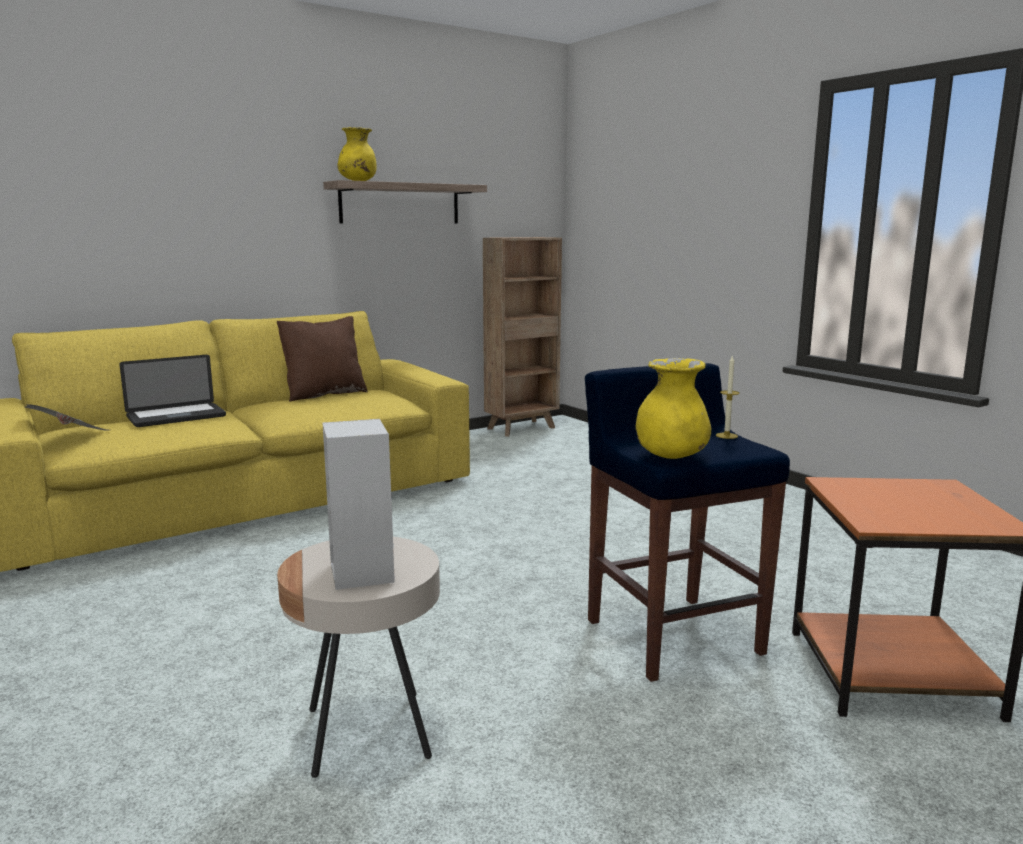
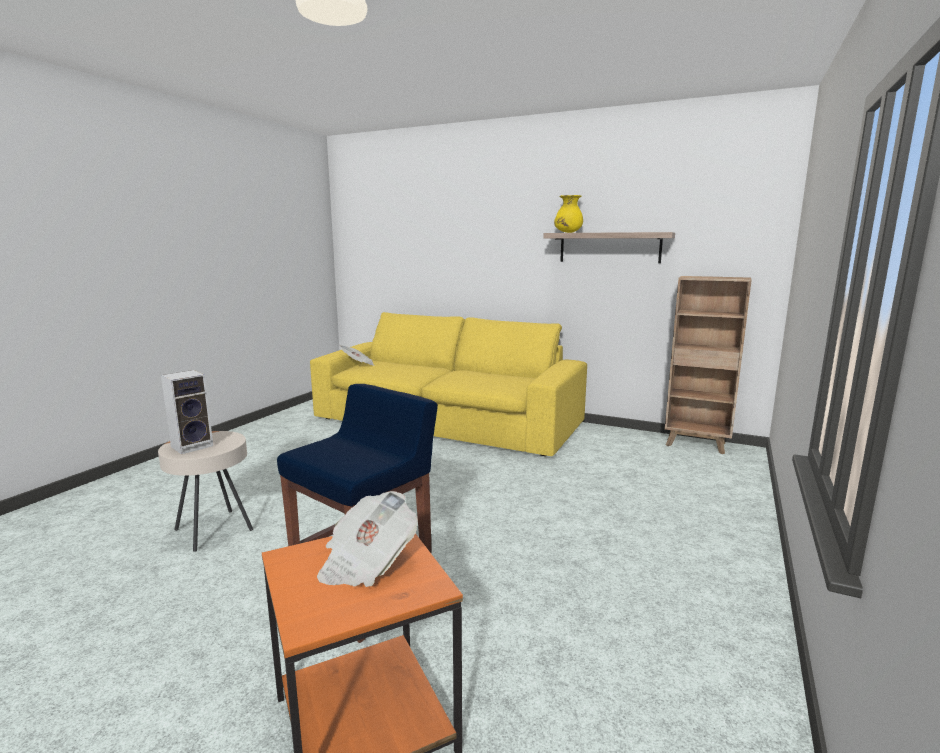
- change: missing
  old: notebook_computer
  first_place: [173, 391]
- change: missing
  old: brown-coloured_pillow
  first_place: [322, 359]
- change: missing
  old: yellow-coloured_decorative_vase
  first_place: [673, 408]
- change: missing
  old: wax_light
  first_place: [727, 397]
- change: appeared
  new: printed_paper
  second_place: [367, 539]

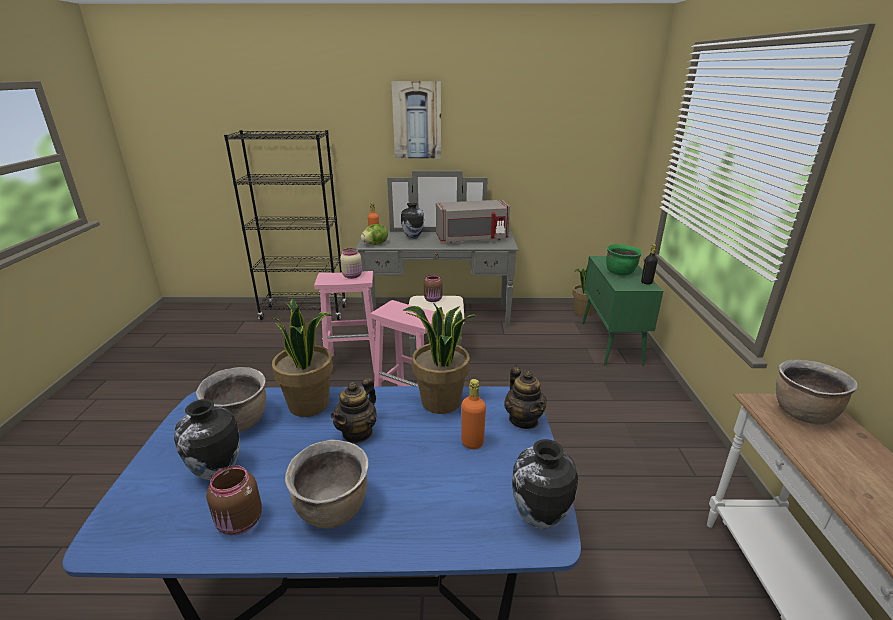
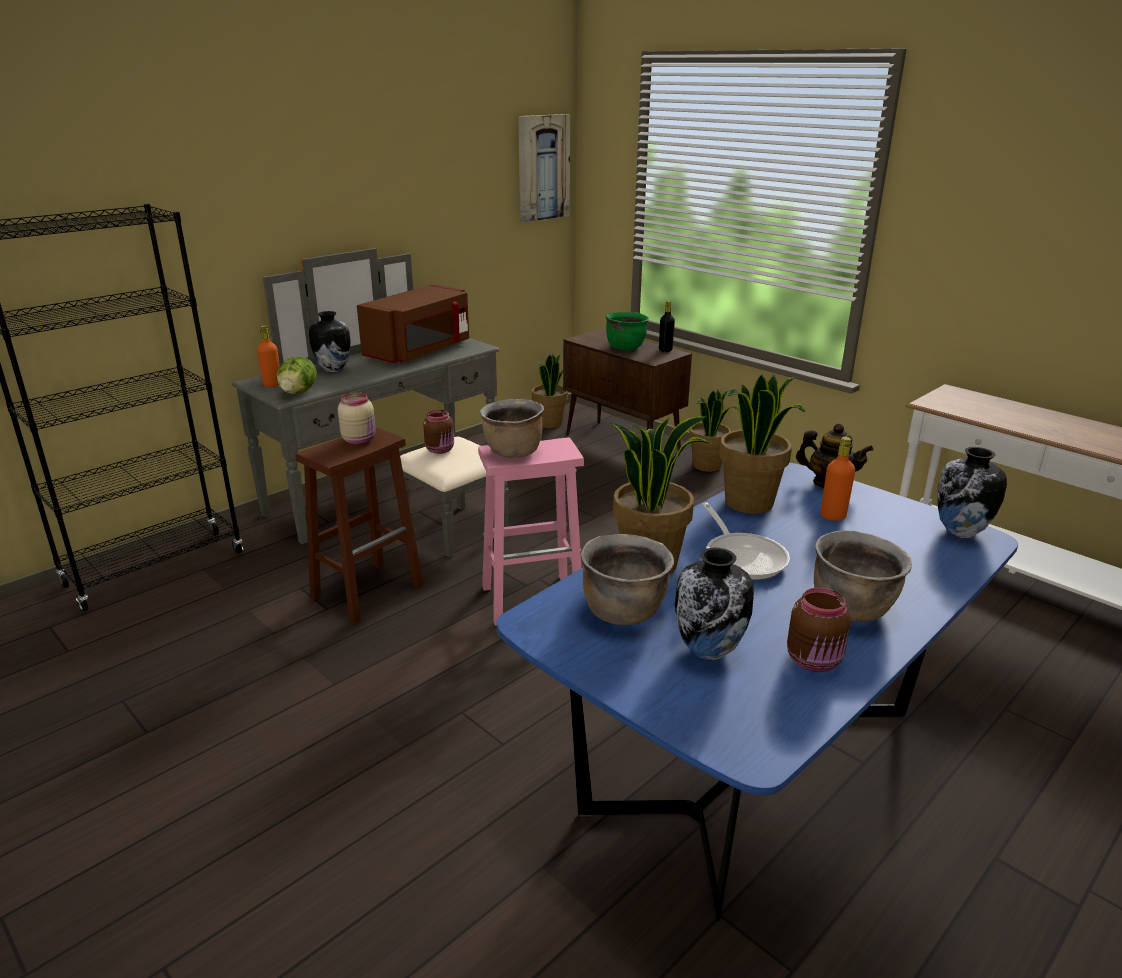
- change: colour
  old: pink-coloured_stool
  new: brown-coloured_stool
  first_place: [345, 322]
  second_place: [359, 525]
- change: exchanged
  old: teapot
  new: pan
  first_place: [353, 410]
  second_place: [746, 541]
- change: relocated
  old: wall_picture
  first_place: [416, 120]
  second_place: [544, 168]
- change: colour
  old: gray_kitchen_microwave
  new: brown-coloured_kitchen_microwave
  first_place: [473, 221]
  second_place: [413, 323]
- change: colour
  old: green_cupboard
  new: brown-coloured_cupboard
  first_place: [622, 311]
  second_place: [627, 390]
- change: relocated
  old: brown-coloured_stockpot
  first_place: [817, 392]
  second_place: [512, 428]
- change: appeared
  new: potted_plant
  second_place: [714, 430]

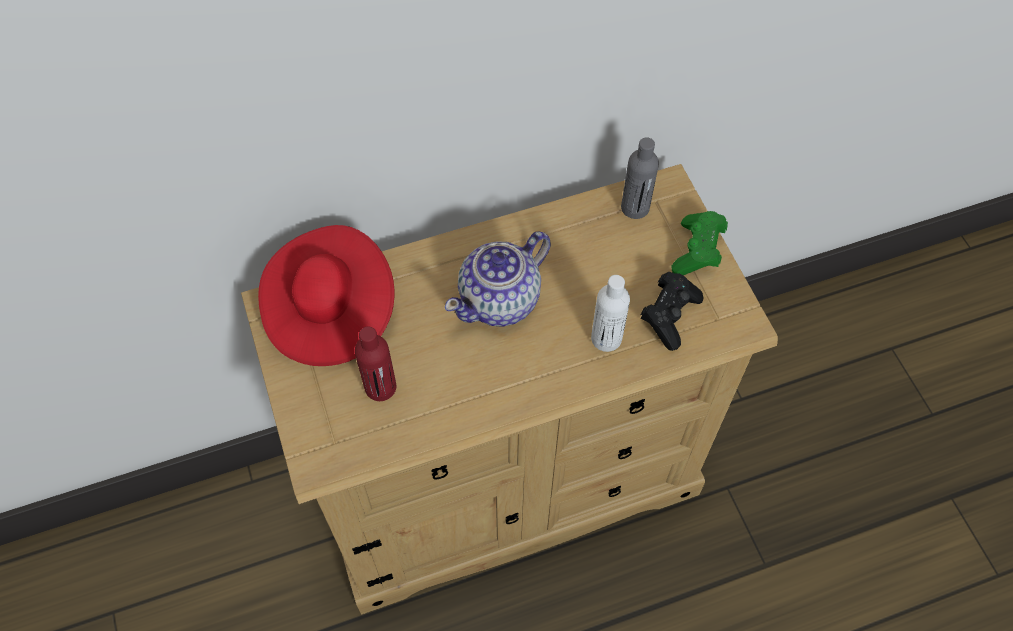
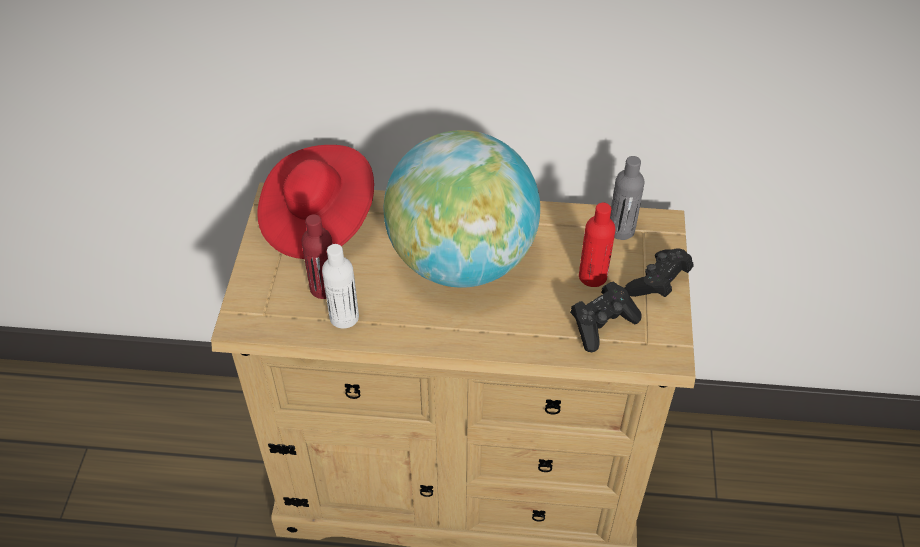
- change: exchanged
  old: teapot
  new: desk_globe
  first_place: [498, 279]
  second_place: [461, 209]
- change: relocated
  old: whitish_bottle
  first_place: [610, 313]
  second_place: [340, 286]
- change: colour
  old: green_gamepad
  new: blackish_gamepad
  first_place: [699, 243]
  second_place: [659, 272]
- change: appeared
  new: red_bottle
  second_place: [597, 245]

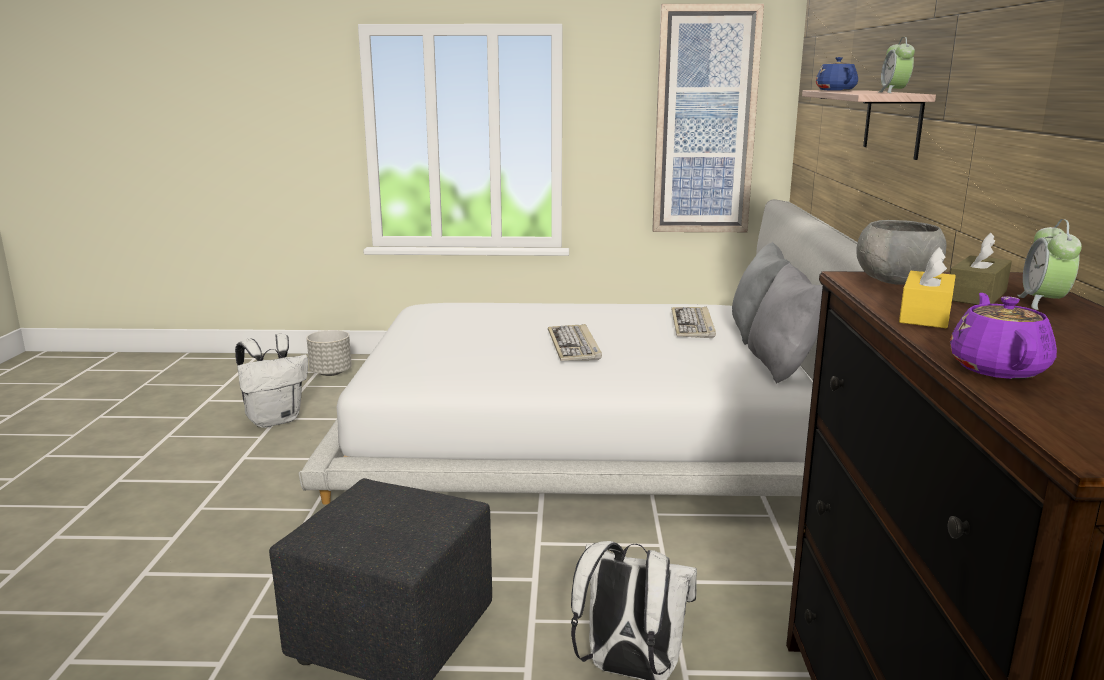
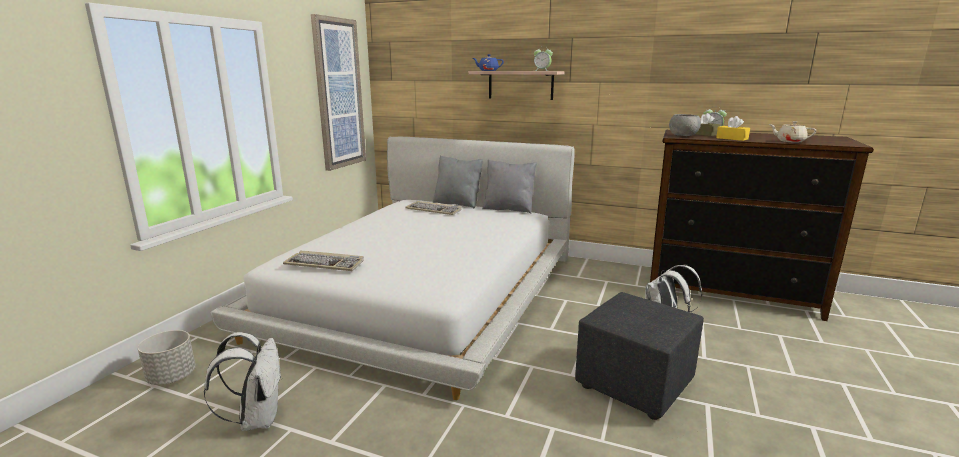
- change: relocated
  old: keyboard
  first_place: [575, 342]
  second_place: [323, 261]
- change: colour
  old: purple_teapot
  new: beige-coloured_teapot
  first_place: [1003, 336]
  second_place: [792, 132]

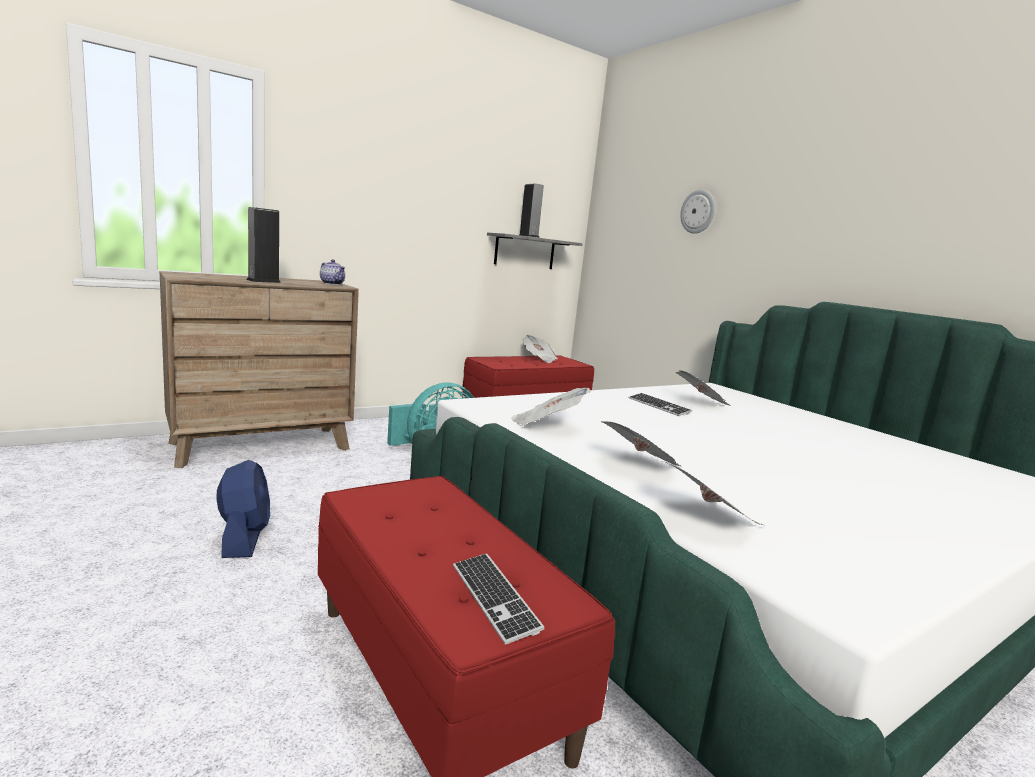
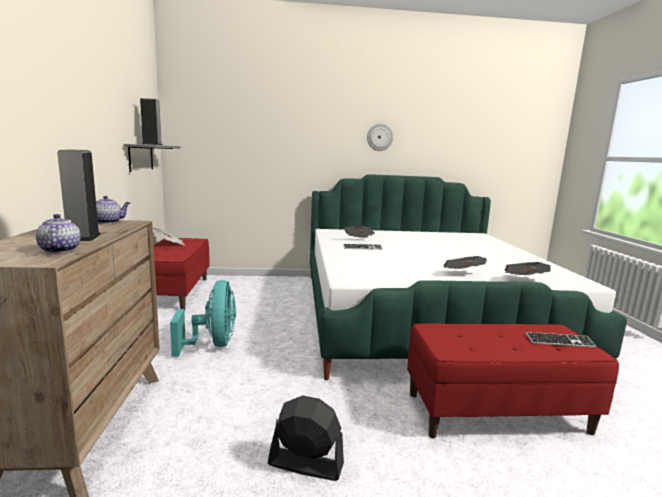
- change: colour
  old: blue-coloured_cooling_fan
  new: blackish_cooling_fan
  first_place: [243, 509]
  second_place: [306, 438]
- change: missing
  old: printed_paper
  first_place: [551, 407]
- change: relocated
  old: hanging_clock
  first_place: [697, 212]
  second_place: [380, 137]
- change: appeared
  new: teapot
  second_place: [58, 233]

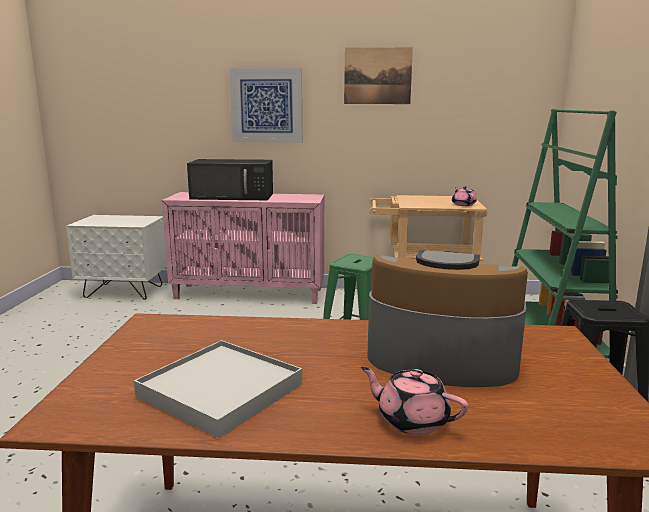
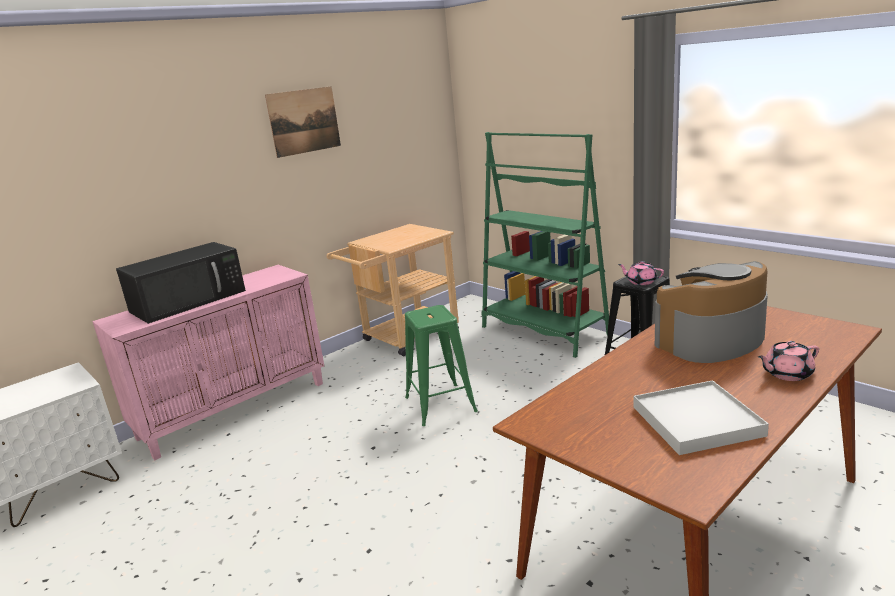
- change: missing
  old: wall_picture
  first_place: [266, 105]
- change: relocated
  old: pink-coloured_teapot
  first_place: [464, 196]
  second_place: [641, 273]

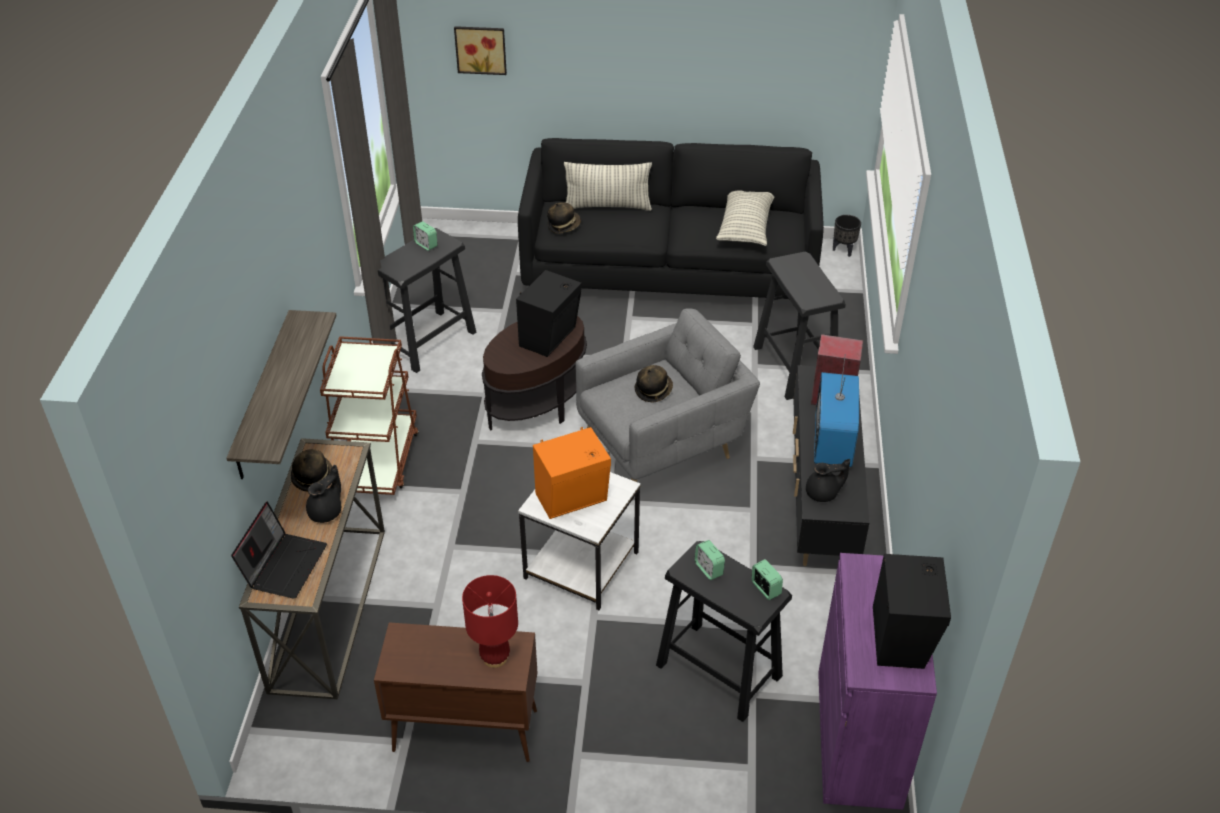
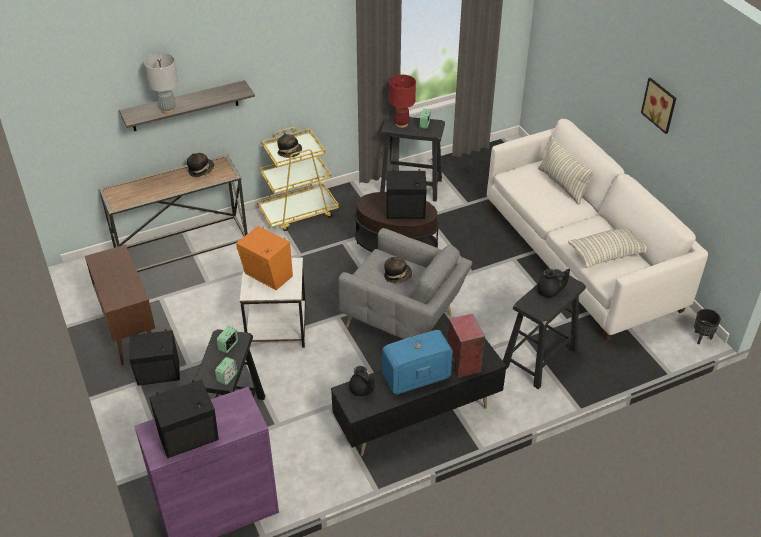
- change: missing
  old: notebook_computer
  first_place: [279, 550]
- change: relocated
  old: blackish_teapot
  first_place: [323, 494]
  second_place: [553, 283]
- change: colour
  old: brown-coloured_wheeled_cart
  new: yellow-coloured_wheeled_cart
  first_place: [369, 415]
  second_place: [298, 179]
- change: relocated
  old: wall_picture
  first_place: [480, 50]
  second_place: [658, 106]
- change: relocated
  old: red_lamp_for_a_table
  first_place: [490, 621]
  second_place: [402, 101]
- change: colour
  old: blackish_settee
  new: whitish_settee
  first_place: [671, 218]
  second_place: [597, 230]
- change: relocated
  old: wearable_hat
  first_place: [564, 218]
  second_place: [290, 145]
- change: appeared
  new: blackish_audio_speaker
  second_place: [154, 357]
- change: appeared
  new: gray_lamp_for_a_table
  second_place: [161, 83]

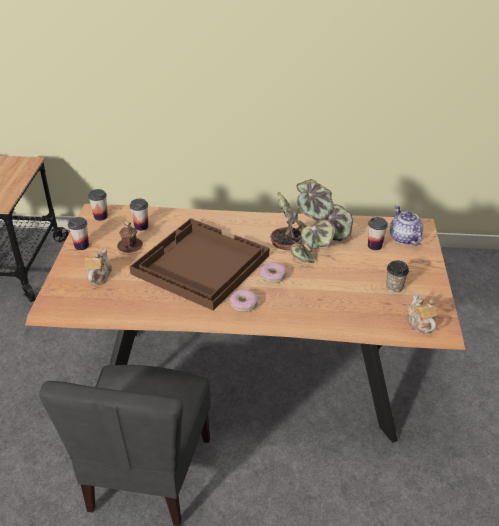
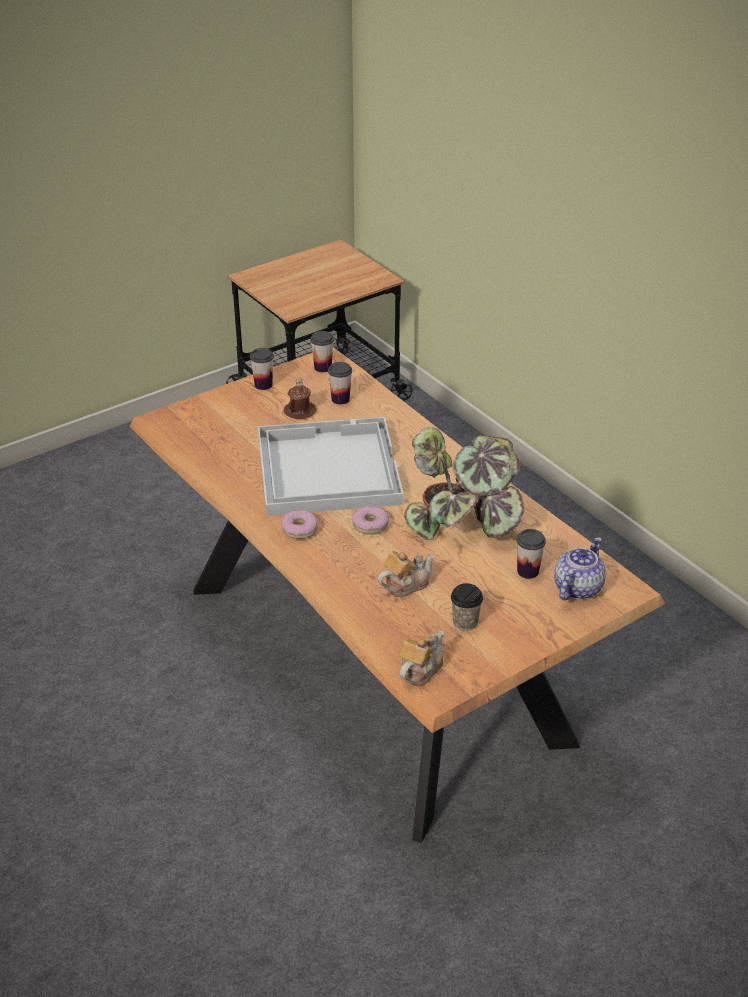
- change: missing
  old: gray_chair
  first_place: [125, 445]
- change: relocated
  old: teapot
  first_place: [98, 266]
  second_place: [406, 574]
- change: colour
  old: brown-coloured_carrying_tray
  new: whitish_carrying_tray
  first_place: [199, 264]
  second_place: [331, 466]

